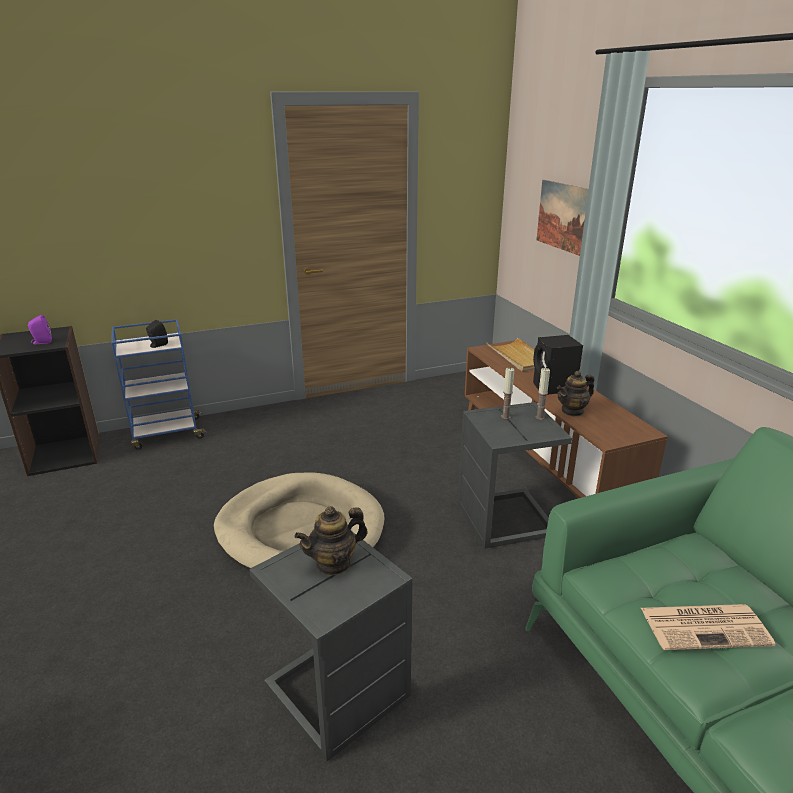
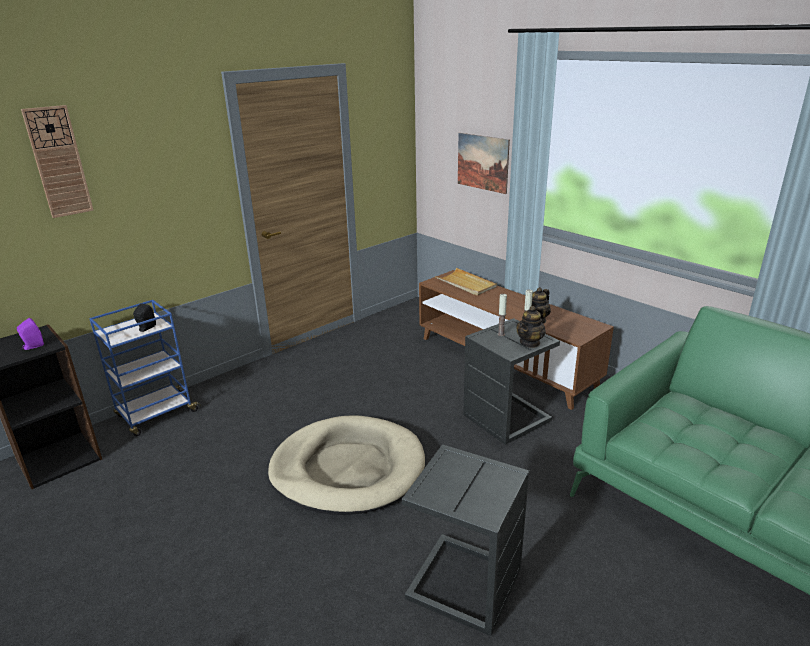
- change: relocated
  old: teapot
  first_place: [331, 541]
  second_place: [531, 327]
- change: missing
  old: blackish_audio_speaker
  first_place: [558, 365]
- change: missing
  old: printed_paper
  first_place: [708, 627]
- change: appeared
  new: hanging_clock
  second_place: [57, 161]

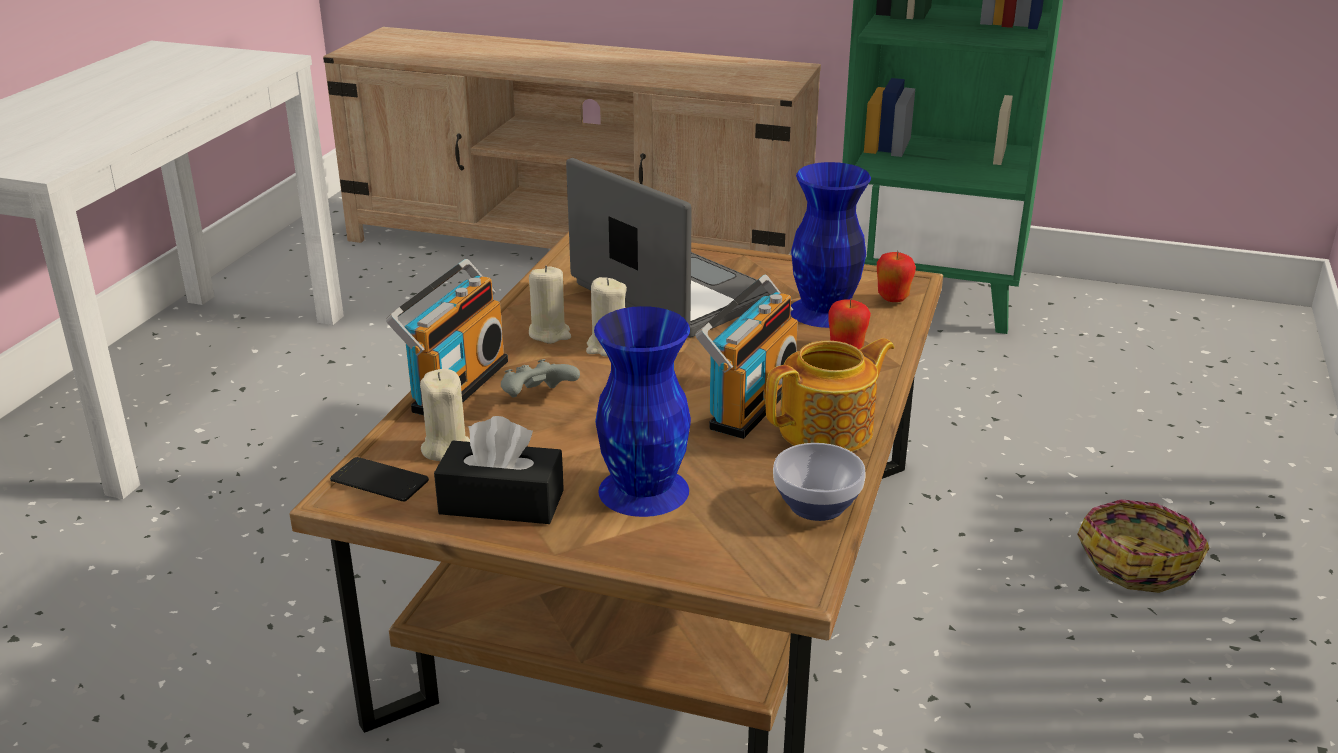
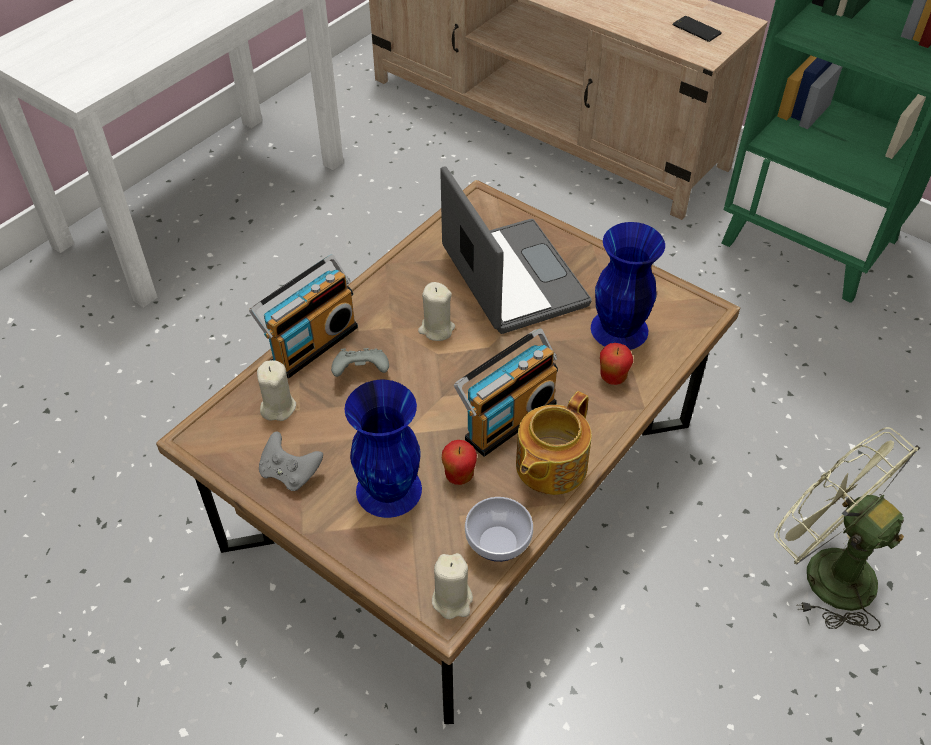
- change: relocated
  old: handset
  first_place: [379, 479]
  second_place: [697, 29]
- change: exchanged
  old: blackish_box_of_tissues
  new: gray_gamepad
  first_place: [499, 470]
  second_place: [291, 461]
- change: relocated
  old: beige-coloured_wax_light
  first_place: [550, 305]
  second_place: [452, 586]
- change: spun
  old: teapot
  first_place: [830, 395]
  second_place: [554, 443]
  degrees: 135
- change: relocated
  old: apple_fruit
  first_place: [896, 276]
  second_place: [459, 462]
- change: exchanged
  old: household_basket
  new: green_cooling_fan
  first_place: [1143, 546]
  second_place: [847, 529]

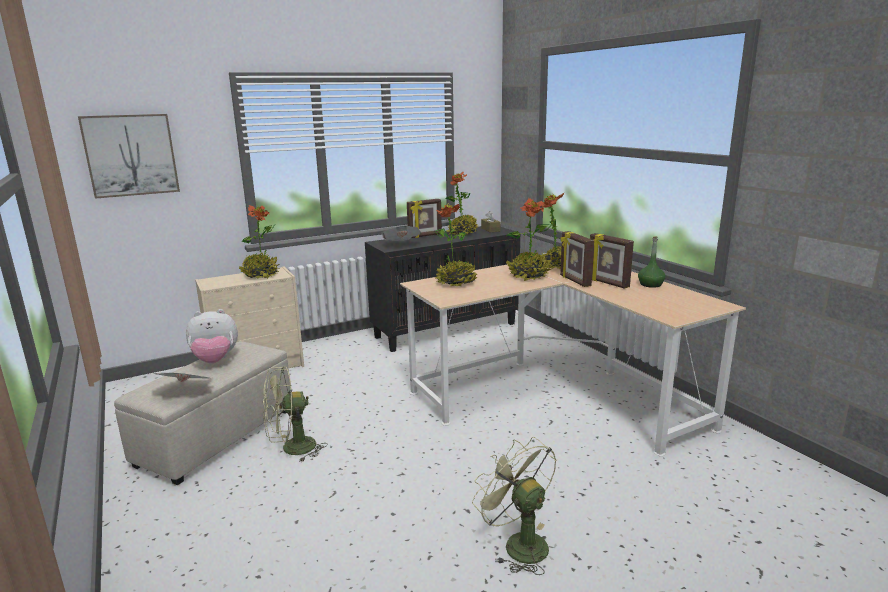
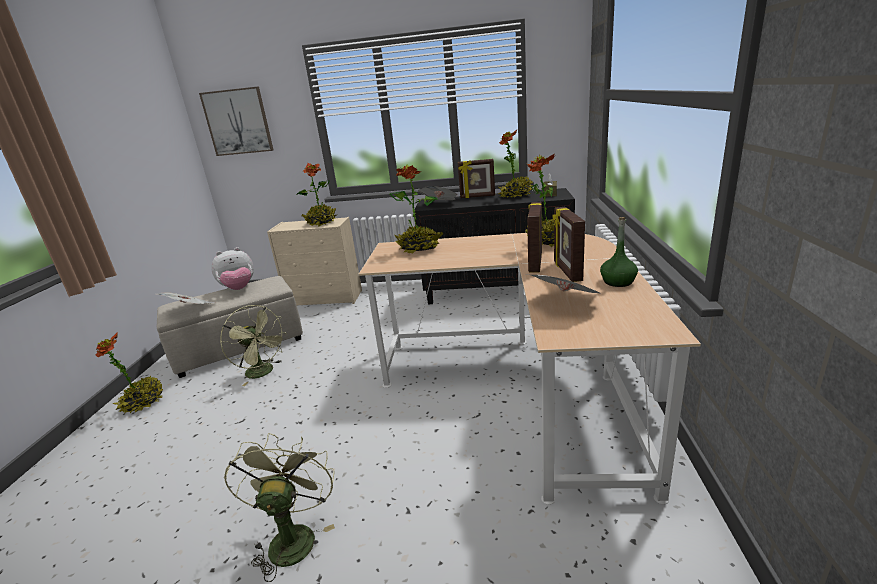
- change: spun
  old: cuddly_toy
  first_place: [212, 336]
  second_place: [232, 268]
  degrees: -45
- change: spun
  old: green_cooling_fan
  first_place: [295, 414]
  second_place: [253, 345]
  degrees: -150
- change: relocated
  old: potted_plant
  first_place: [529, 239]
  second_place: [129, 372]
- change: appeared
  new: printed_paper
  second_place: [563, 284]

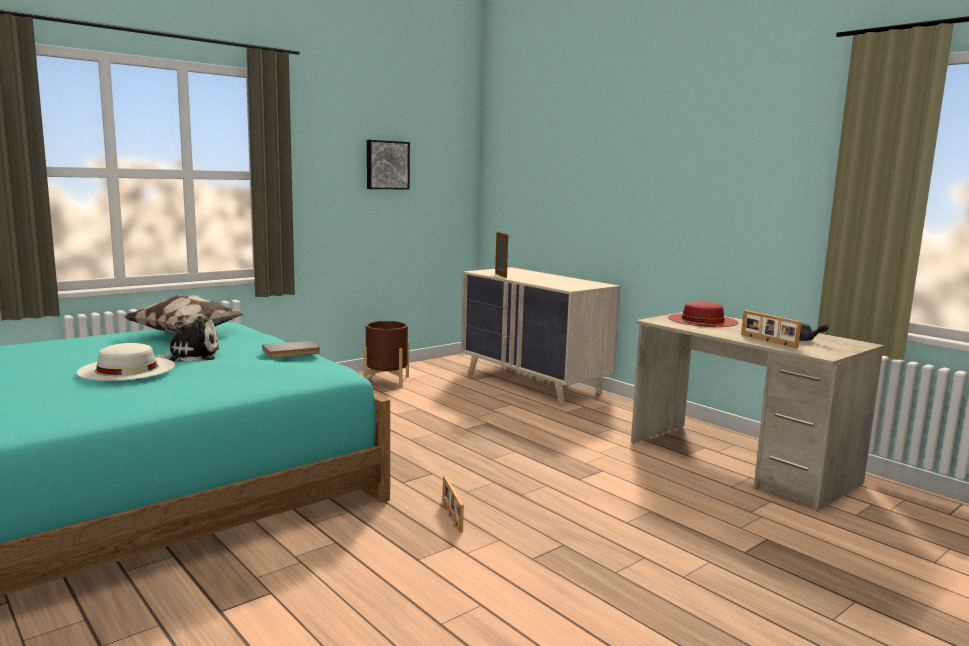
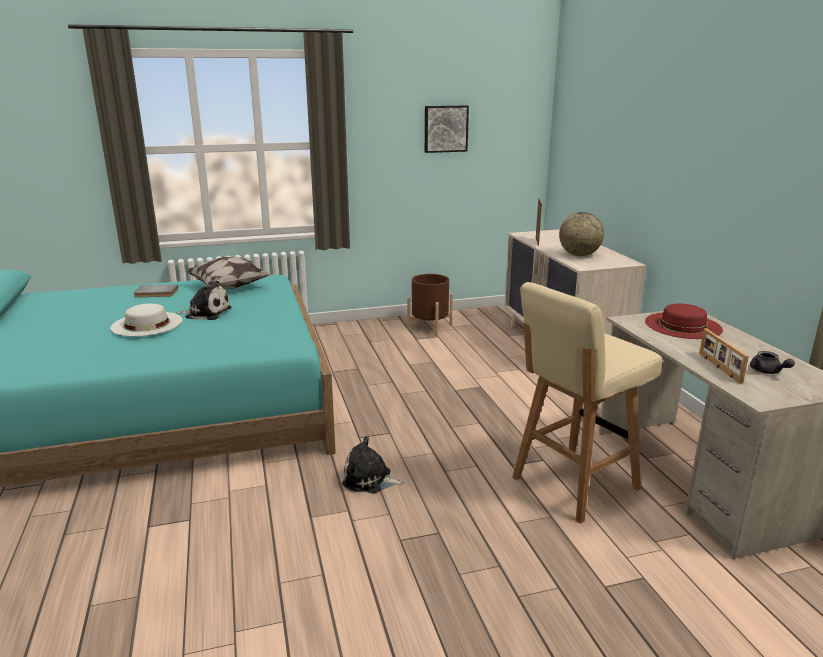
- change: relocated
  old: gray_volume
  first_place: [291, 349]
  second_place: [156, 291]
- change: exchanged
  old: picture_frame
  new: cuddly_toy
  first_place: [453, 504]
  second_place: [373, 465]
- change: appeared
  new: beige-coloured_stool
  second_place: [587, 403]
- change: appeared
  new: desk_globe
  second_place: [581, 234]

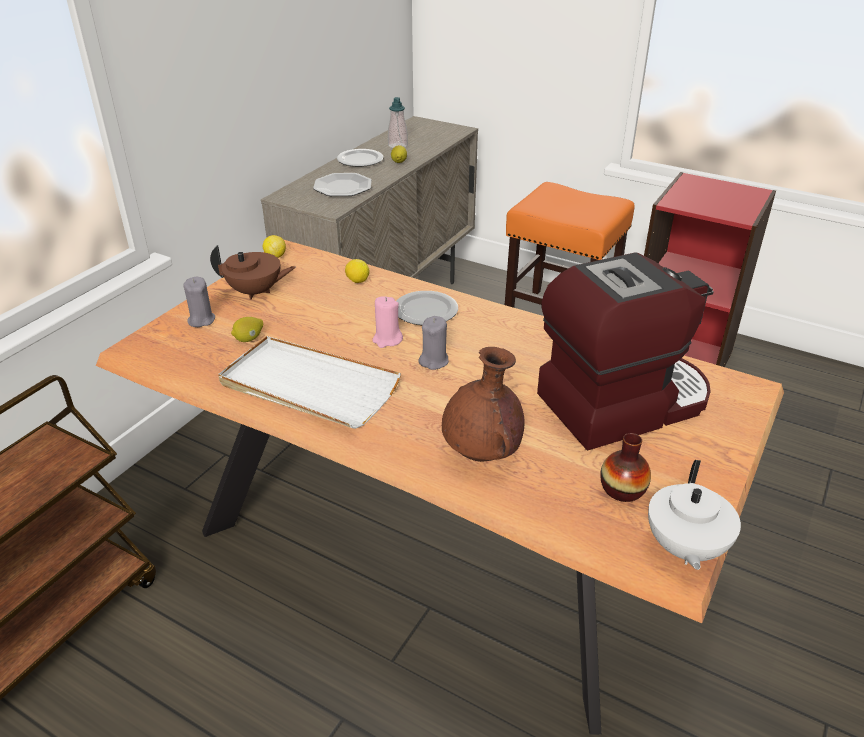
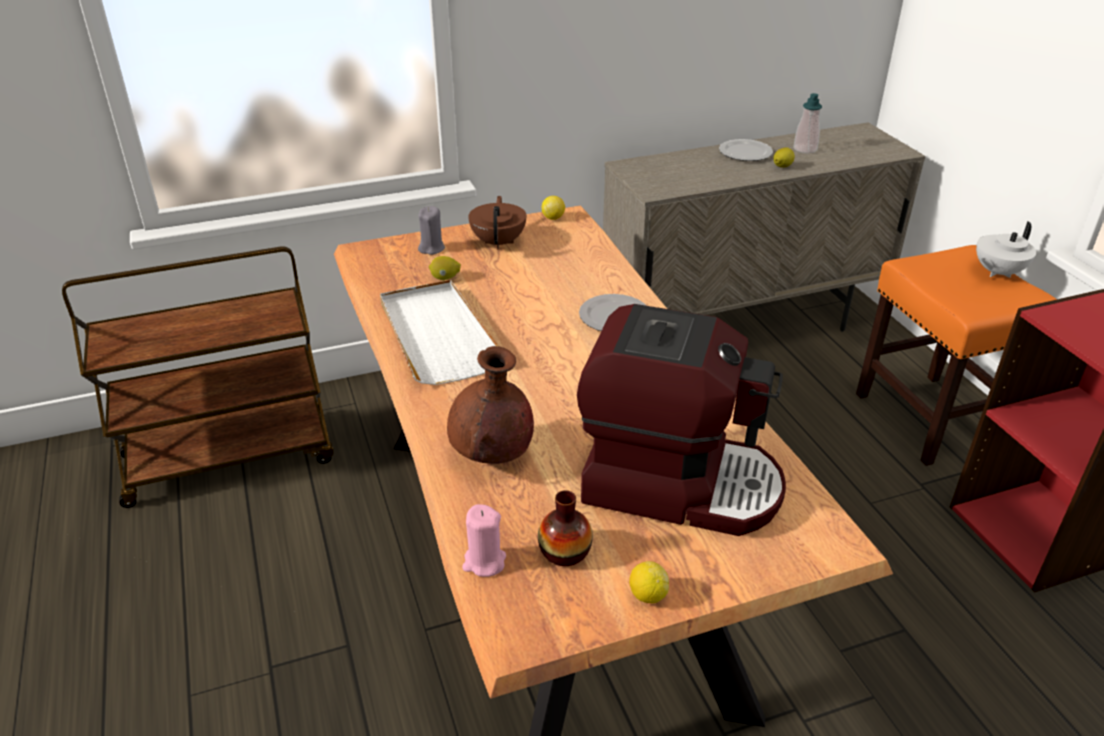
- change: spun
  old: brown-coloured_teapot
  first_place: [253, 272]
  second_place: [497, 222]
  degrees: -135
- change: missing
  old: flat_dish
  first_place: [342, 184]
- change: relocated
  old: lemon
  first_place: [357, 271]
  second_place: [649, 582]
- change: relocated
  old: pink-coloured_wax_light
  first_place: [387, 322]
  second_place: [484, 540]
- change: missing
  old: gray_wax_light
  first_place: [433, 343]
- change: relocated
  old: whitish_teapot
  first_place: [694, 515]
  second_place: [1006, 249]

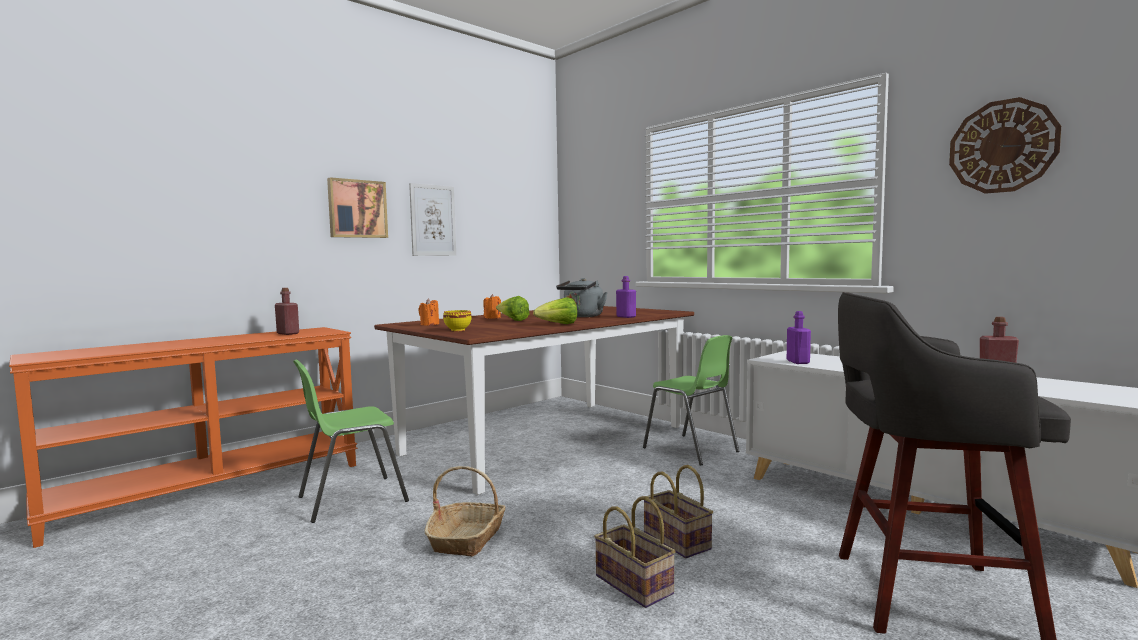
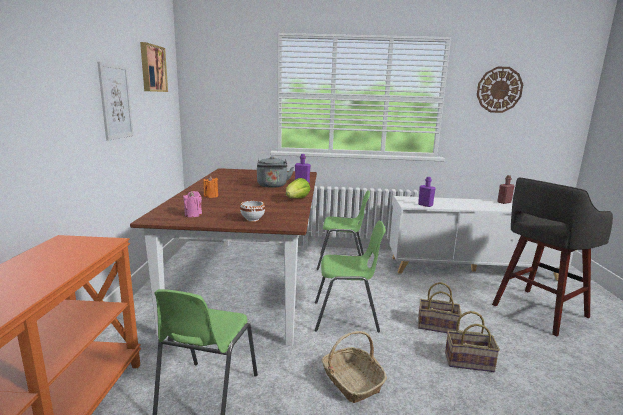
- change: missing
  old: red_bottle
  first_place: [287, 311]
- change: relocated
  old: wall_picture
  first_place: [357, 207]
  second_place: [154, 67]
- change: colour
  old: orange_wax_light
  new: pink-coloured_wax_light
  first_place: [428, 312]
  second_place: [192, 204]
- change: colour
  old: yellow-coloured_deep_dish
  new: whitish_deep_dish
  first_place: [457, 320]
  second_place: [252, 211]
- change: missing
  old: head_of_lettuce
  first_place: [513, 308]
- change: appeared
  new: green_chair
  second_place: [350, 276]

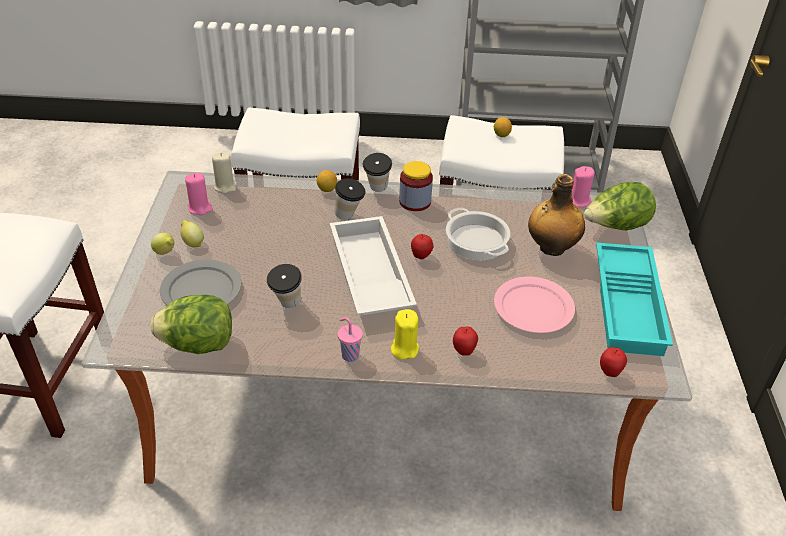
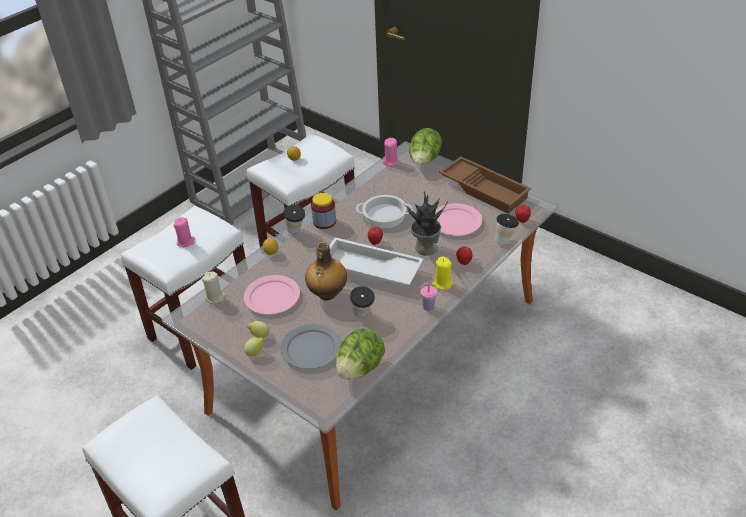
- change: relocated
  old: pink-coloured_wax_light
  first_place: [199, 193]
  second_place: [184, 232]
- change: relocated
  old: cup
  first_place: [350, 199]
  second_place: [507, 229]
- change: relocated
  old: bottle
  first_place: [556, 215]
  second_place: [326, 271]
- change: colour
  old: turquoise-coloured_carrying_tray
  new: brown-coloured_carrying_tray
  first_place: [634, 299]
  second_place: [485, 185]
- change: appeared
  new: pink-coloured_flat_dish
  second_place: [272, 295]
- change: appeared
  new: potted_plant
  second_place: [425, 224]

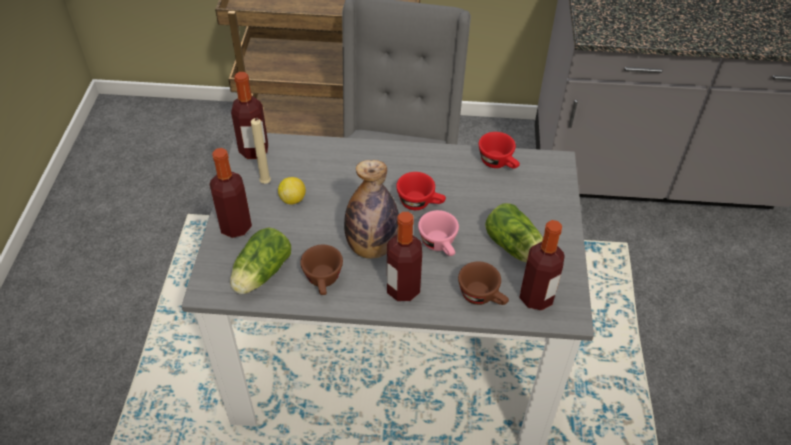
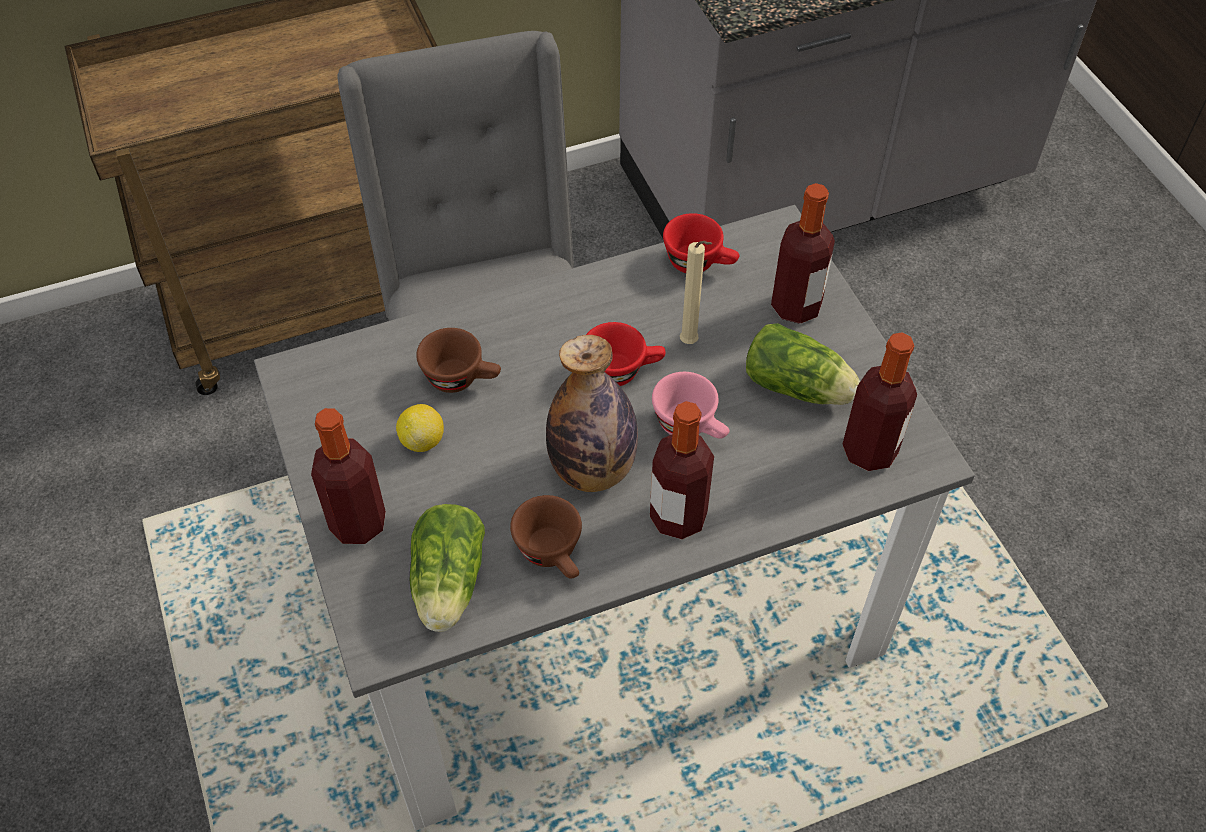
- change: relocated
  old: bottle
  first_place: [249, 115]
  second_place: [803, 253]
- change: relocated
  old: beige-coloured_wax_light
  first_place: [261, 151]
  second_place: [696, 292]
- change: relocated
  old: brown-coloured_cup
  first_place: [483, 283]
  second_place: [458, 360]

